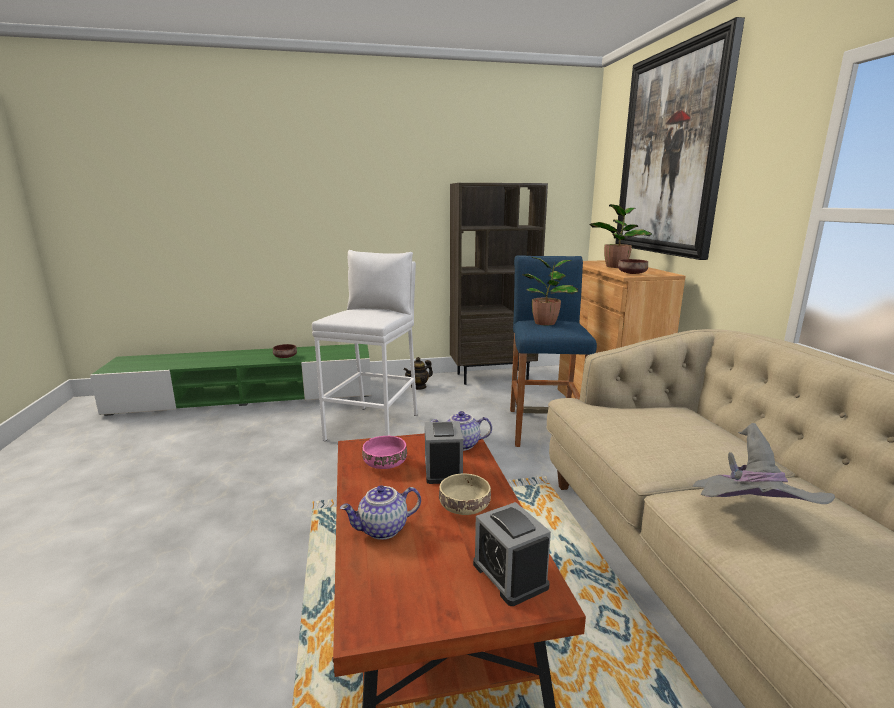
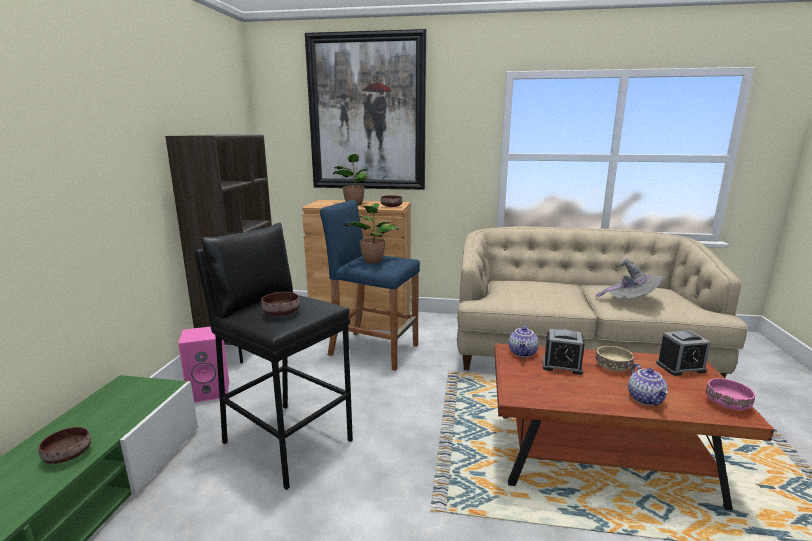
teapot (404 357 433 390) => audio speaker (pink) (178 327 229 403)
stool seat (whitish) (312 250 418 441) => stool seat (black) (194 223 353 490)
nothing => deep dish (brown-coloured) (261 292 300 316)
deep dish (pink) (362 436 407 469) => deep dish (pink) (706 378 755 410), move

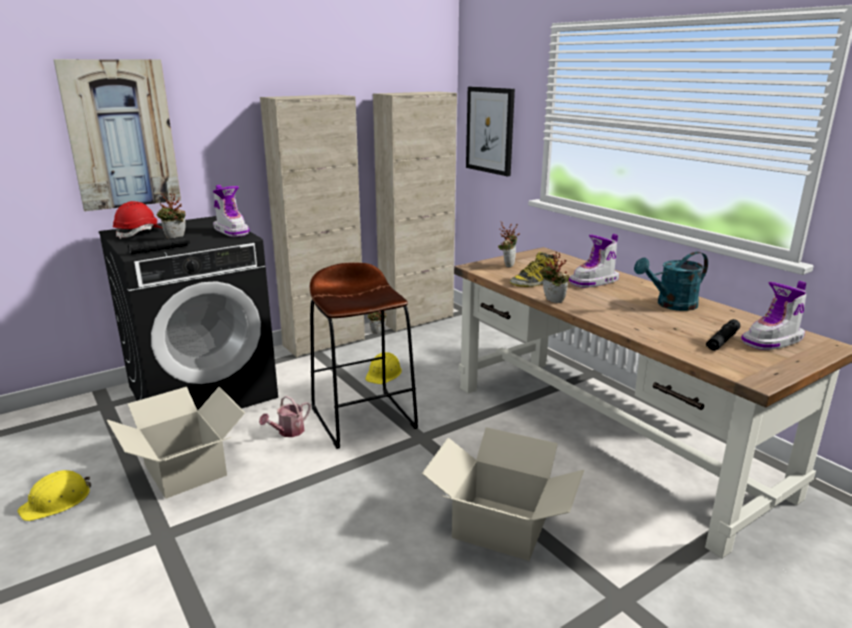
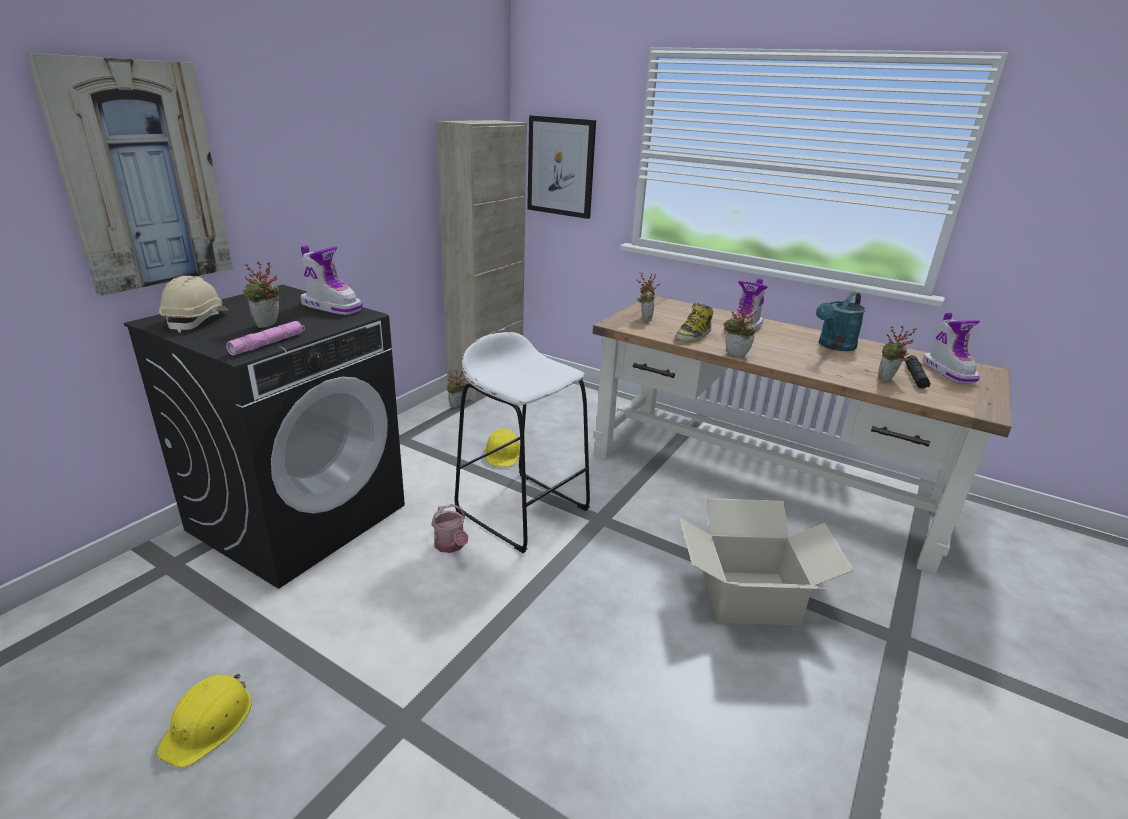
work helmet (reddish) (113 201 163 239) => work helmet (beige) (159 276 228 333)
torch (black) (128 236 190 254) => torch (pink) (226 321 305 356)
sprinkling can (259 396 311 437) => sprinkling can (431 504 469 553), 45 degrees counterclockwise
stool seat (brown-coloured) (310 262 418 449) => stool seat (whitish) (455 332 590 553)
nothing => plant in a pot (878 325 917 381)
tall boot (741 281 806 350) => tall boot (922 313 980 384), 45 degrees counterclockwise
cardboard box (107 387 245 499) => nothing
cupboard (beige) (260 95 365 357) => nothing

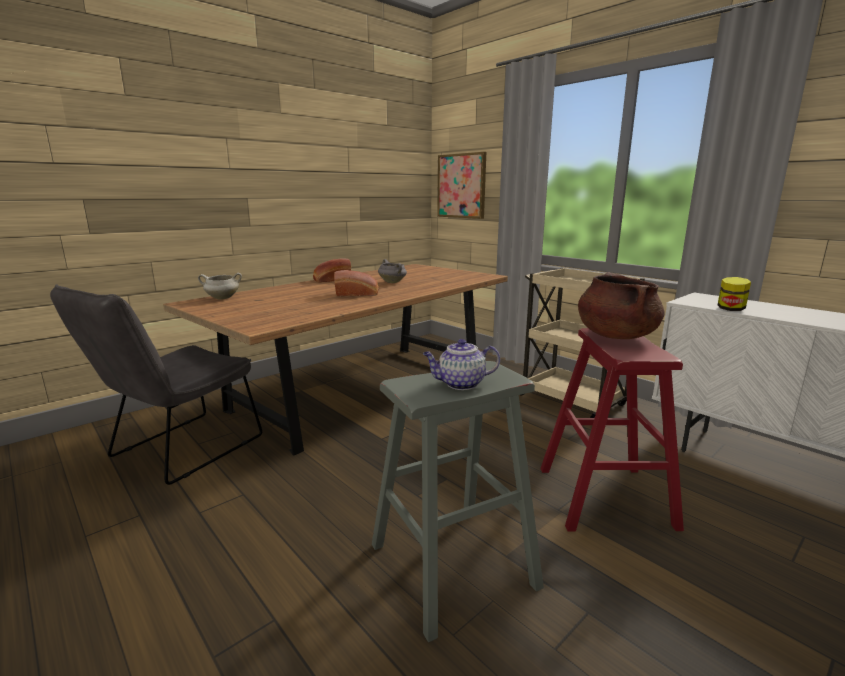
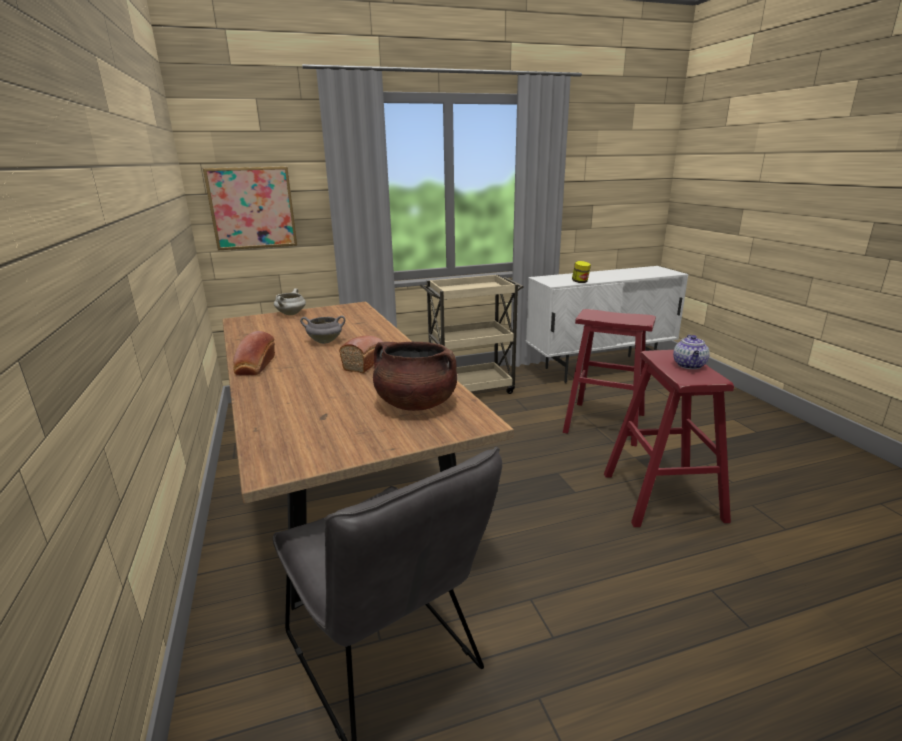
stockpot (whitish) (198 273 242 299) => stockpot (whitish) (274 288 306 315), move
stockpot (brown-coloured) (578 272 665 339) => stockpot (brown-coloured) (373 342 458 411), move
stool seat (grey) (372 361 544 642) => stool seat (reddish) (604 350 734 527)

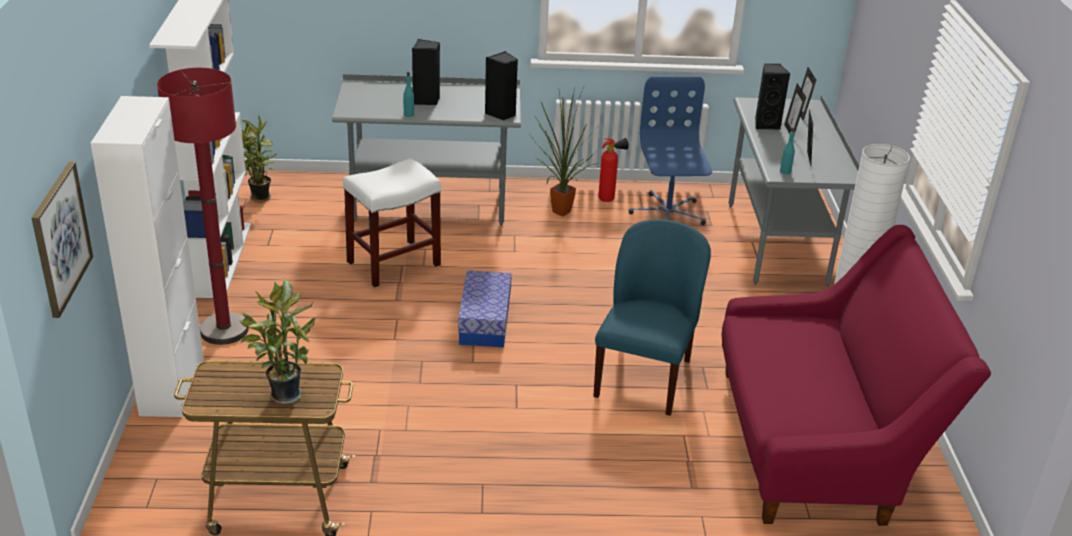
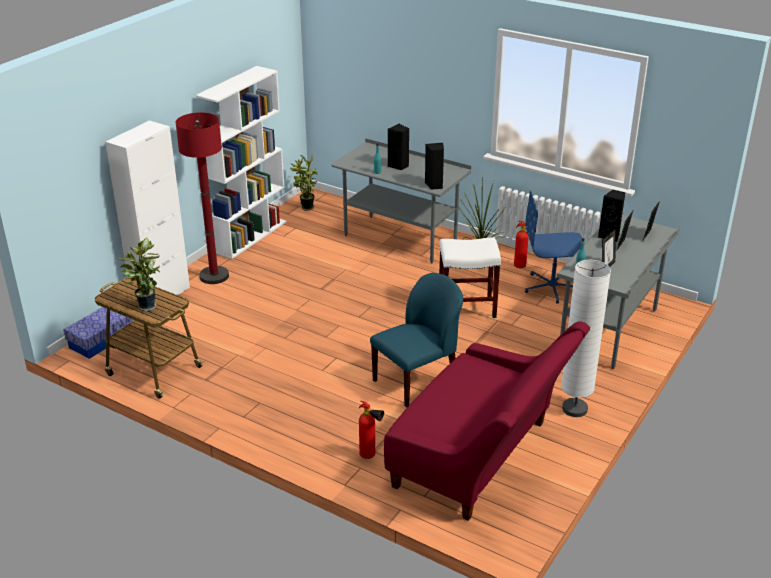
storage box (458 270 512 348) => storage box (64 307 134 359), move
nothing => fire extinguisher (359 401 384 459)
stool seat (whitish) (343 158 441 288) => stool seat (whitish) (439 237 501 318), move
computer chair (blue-coloured) (629 76 712 225) => computer chair (blue-coloured) (525 190 585 303), 120 degrees counterclockwise
wall art (32 161 93 318) => nothing

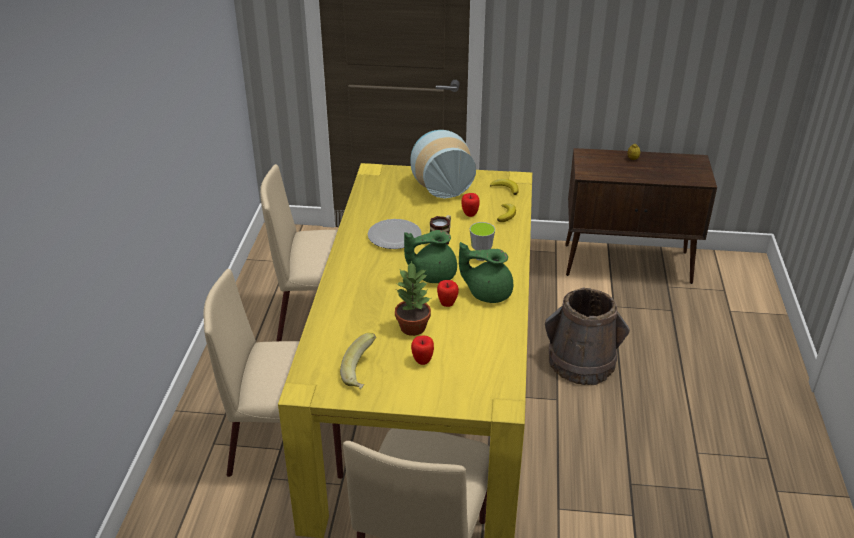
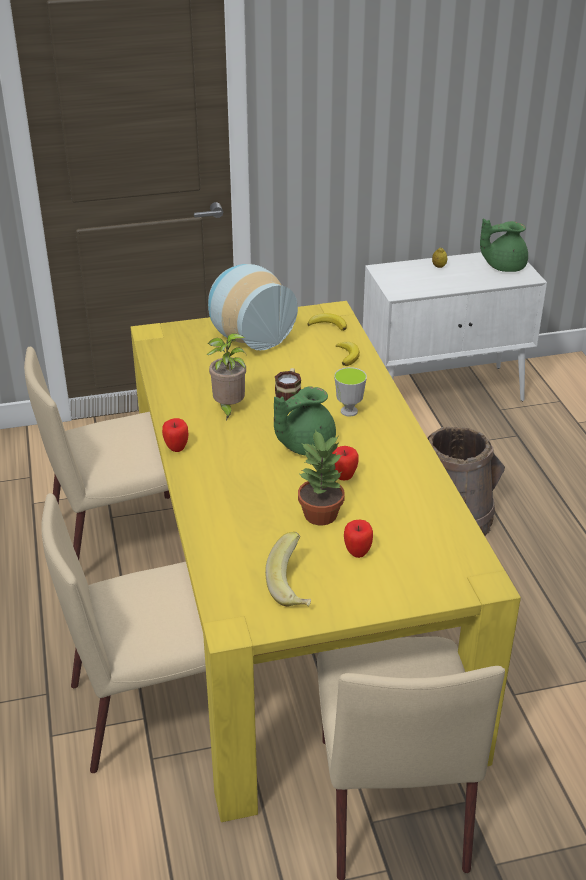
apple (461 193 480 217) => apple (162 418 189 452), move
flat dish (368 219 422 249) => plant in a pot (206 333 247 421)
cupboard (brown-coloured) (565 148 717 284) => cupboard (whitish) (363 252 547 401)
teapot (greenish) (459 242 513 303) => teapot (greenish) (480 219 528 272), move

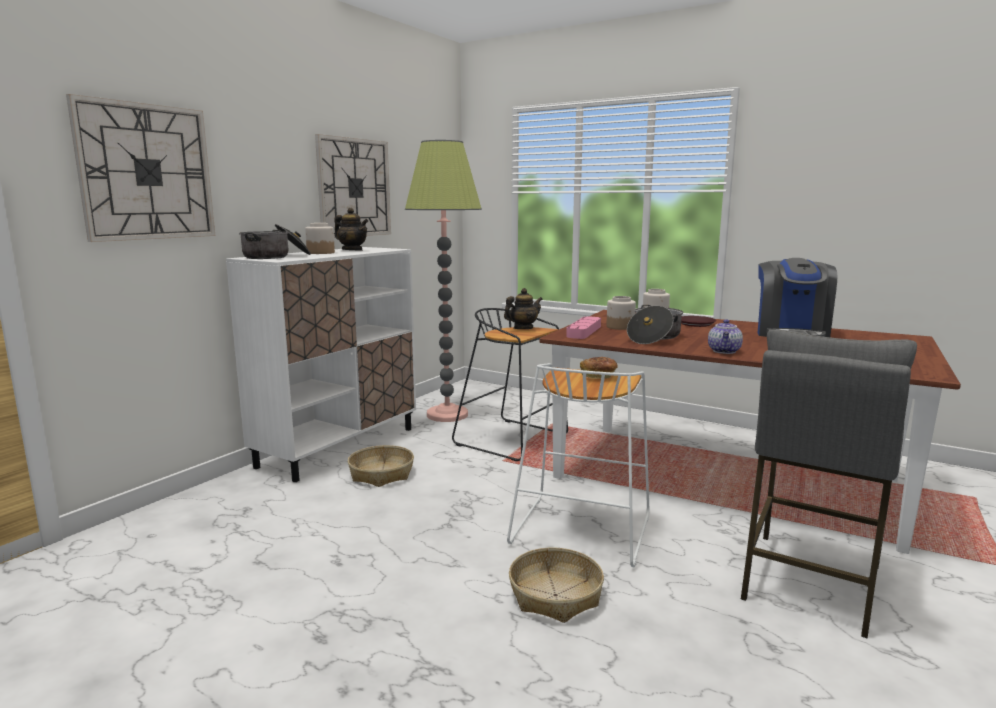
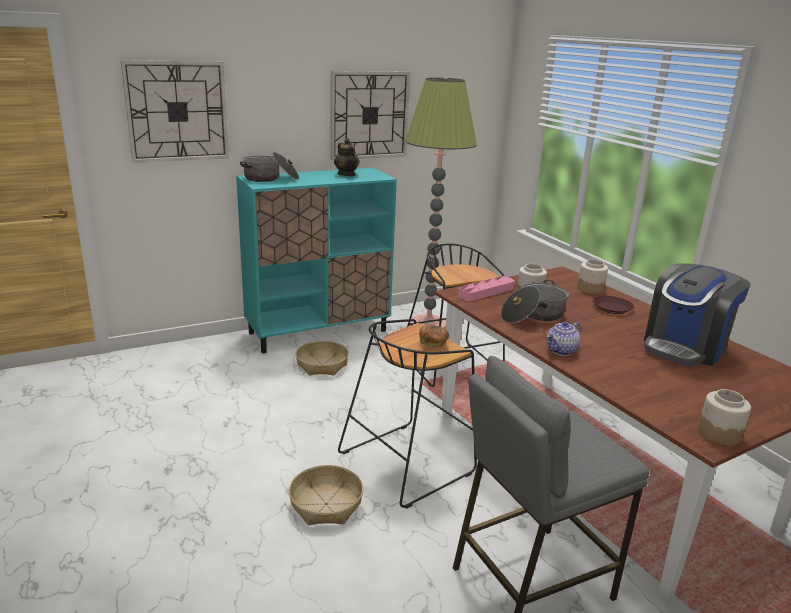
cupboard (whitish) (226 247 416 482) => cupboard (blue-green) (236 168 397 353)
stool seat (whitish) (507 363 649 568) => stool seat (black) (338 319 477 509)
preserve jar (305 223 335 254) => preserve jar (698 389 751 445), move
teapot (504 288 543 329) => nothing

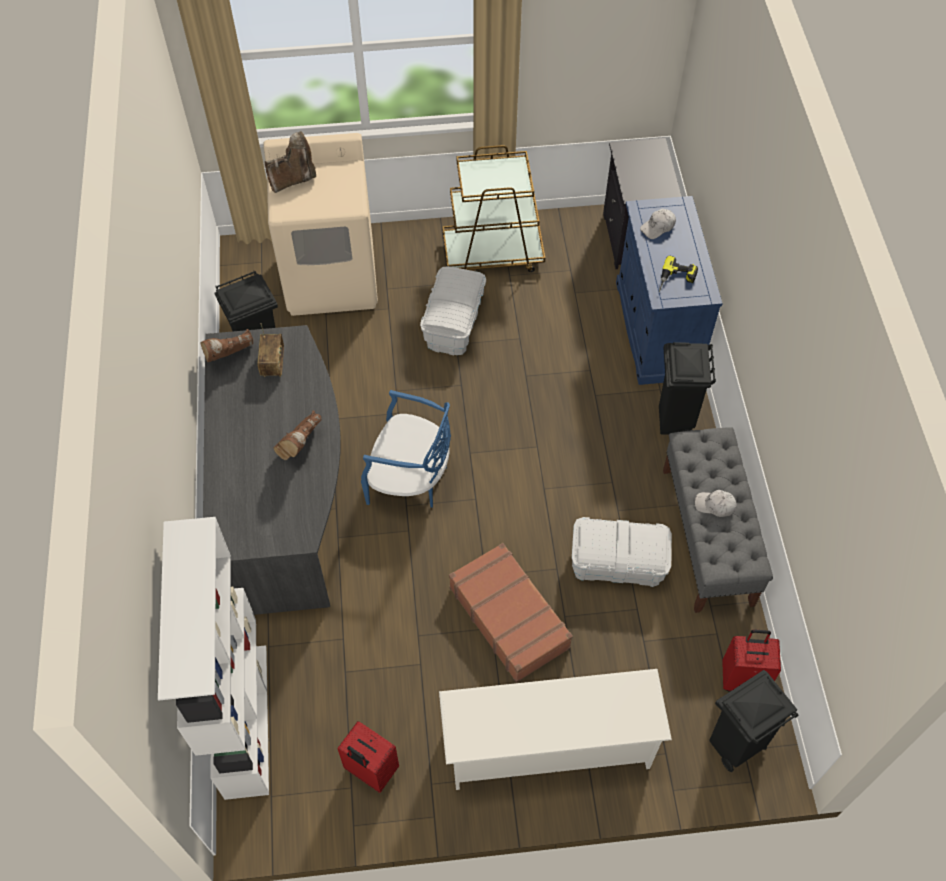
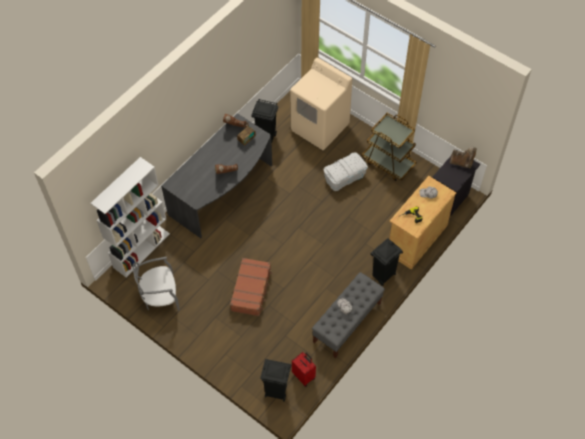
travel case (reddish) (337 721 399 793) => plain chair (grey) (133 257 180 311)
cupboard (blue-coloured) (616 196 723 385) => cupboard (beige) (389 176 456 269)
tall boot (brown-coloured) (265 131 316 193) => tall boot (brown-coloured) (450 147 476 168), move
plain chair (blue-coloured) (361 390 451 508) => nothing
shoe rack (whitish) (439 669 672 790) => nothing
storage box (whitish) (572 517 672 587) => nothing

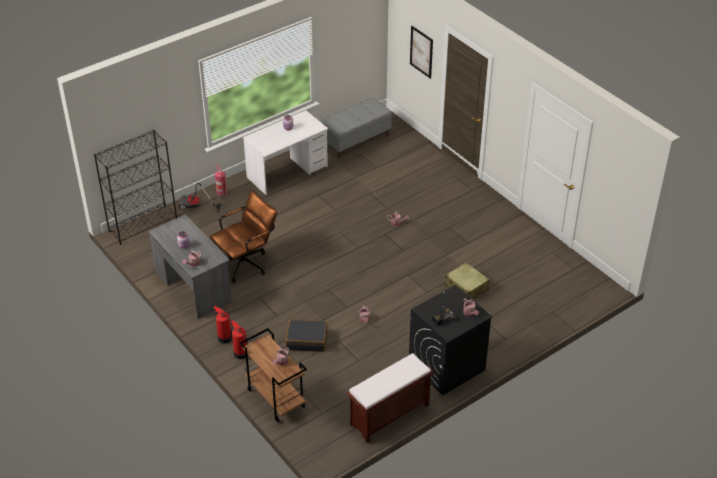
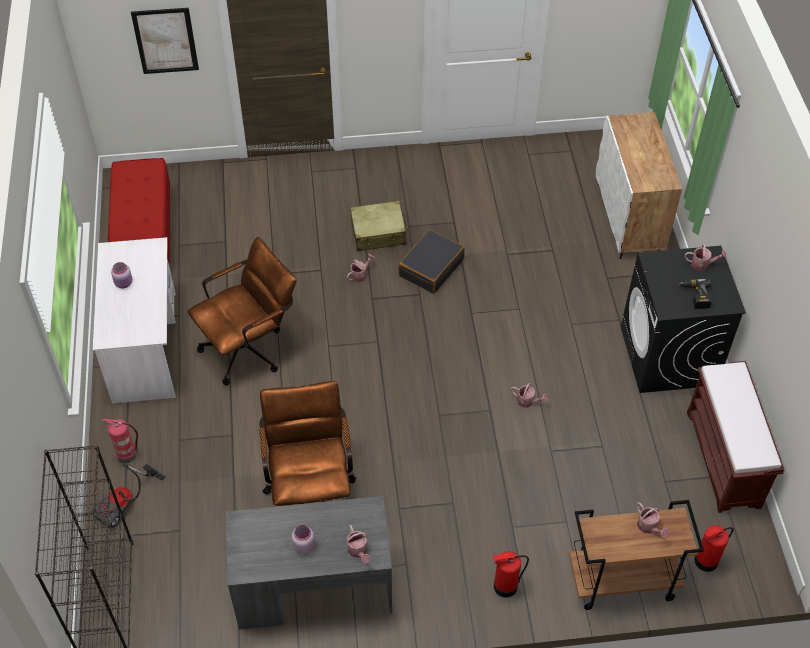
indoor bench (grey) (320 97 392 159) => indoor bench (reddish) (108 158 170 263)
nothing => computer chair (brown-coloured) (187 237 296 386)
travel case (beige) (445 263 490 299) => travel case (beige) (350 201 408 251), move
travel case (black) (286 320 328 352) => travel case (black) (399 230 465 294), move
nothing => cupboard (whitish) (596 112 682 259)
fire extinguisher (213 306 233 344) => fire extinguisher (694 525 734 572), move

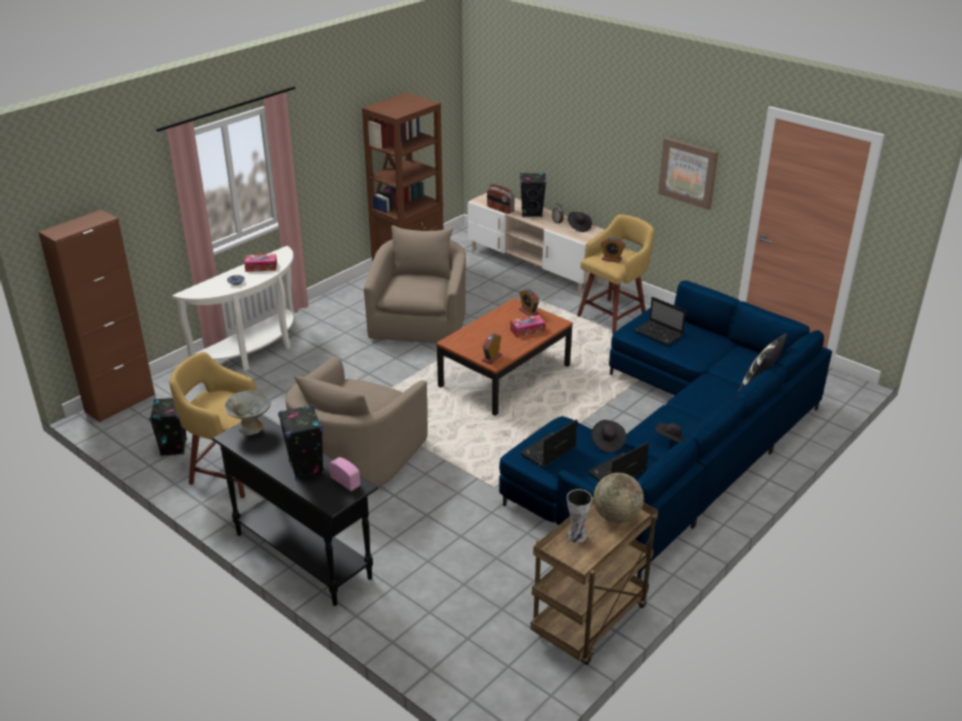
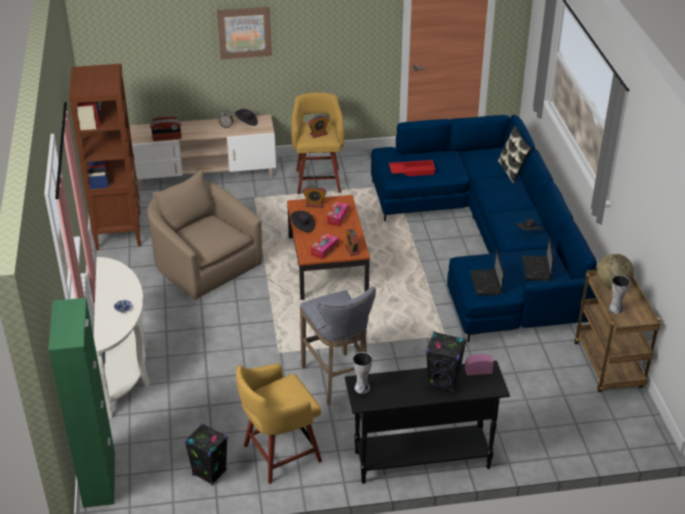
cupboard (brown-coloured) (38 210 155 422) => cupboard (greenish) (48 298 115 508)
wall art (658 137 718 210) => wall art (217 7 272 59), move
clothing hat (black) (591 420 626 453) => clothing hat (black) (291 211 315 232), move
easy chair (beige) (286 357 427 487) => stool seat (grey) (300 287 376 405)
tissue holder (244 254 277 272) => tissue holder (310 233 339 260), move
deep dish (grey) (225 390 271 435) => decorative vase (353 352 373 394)
portable computer (634 297 686 345) => carrying tray (reddish) (389 160 436 176)
audio speaker (black) (520 173 546 217) => nothing

